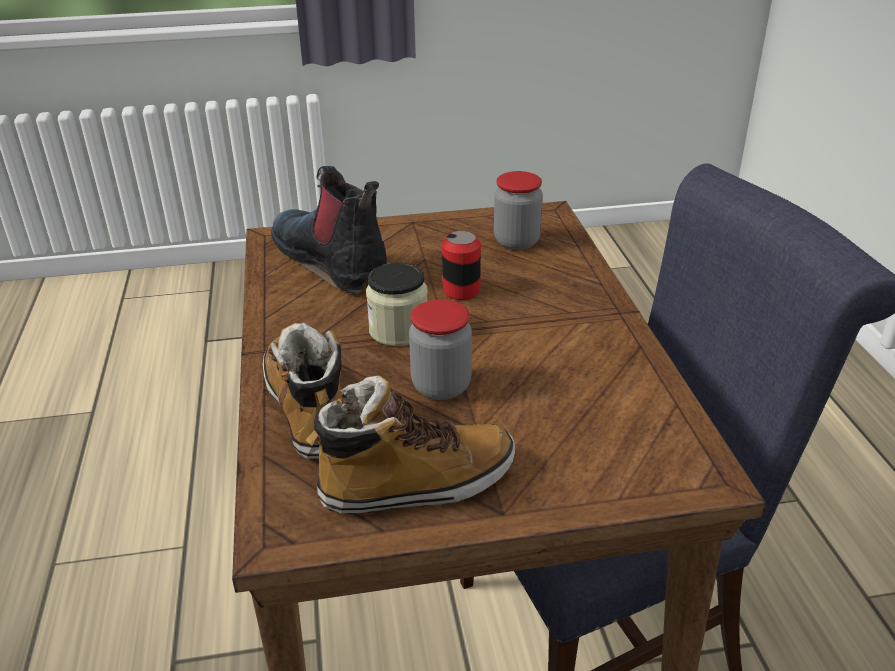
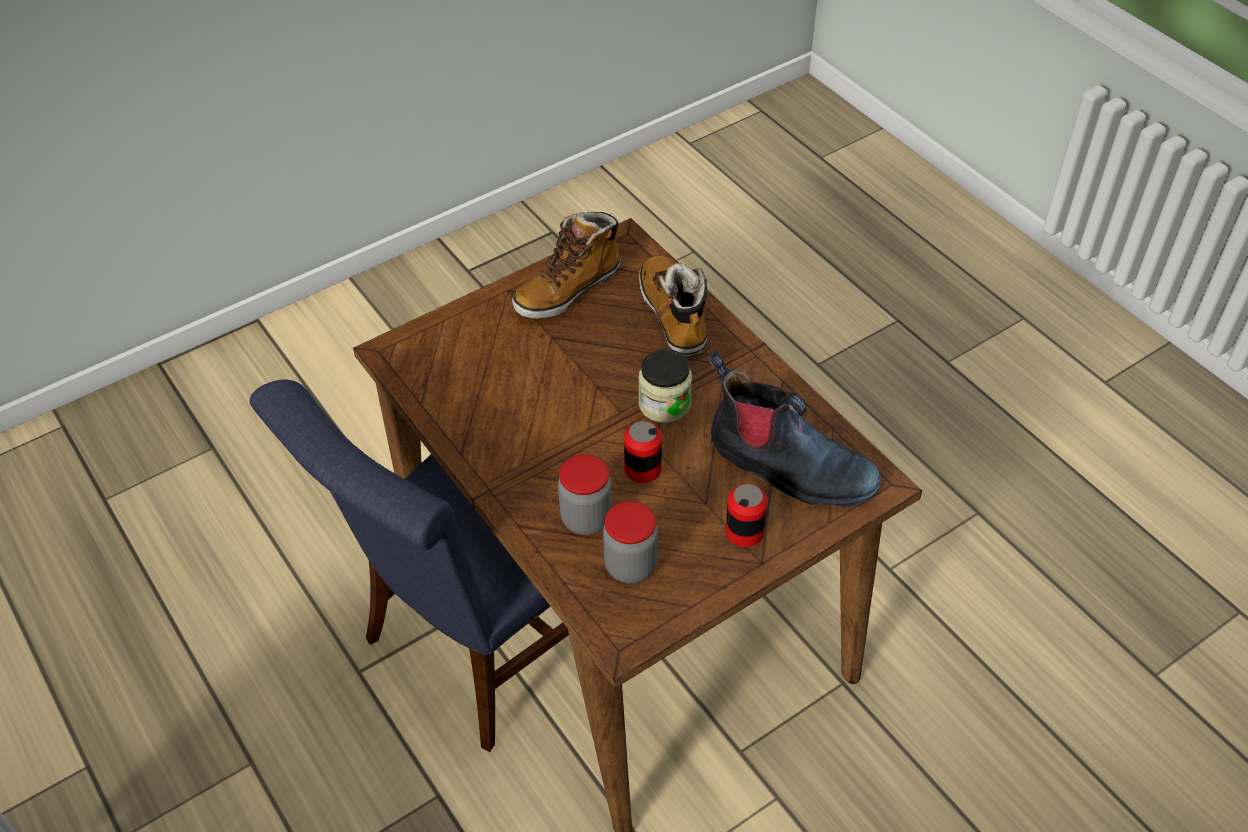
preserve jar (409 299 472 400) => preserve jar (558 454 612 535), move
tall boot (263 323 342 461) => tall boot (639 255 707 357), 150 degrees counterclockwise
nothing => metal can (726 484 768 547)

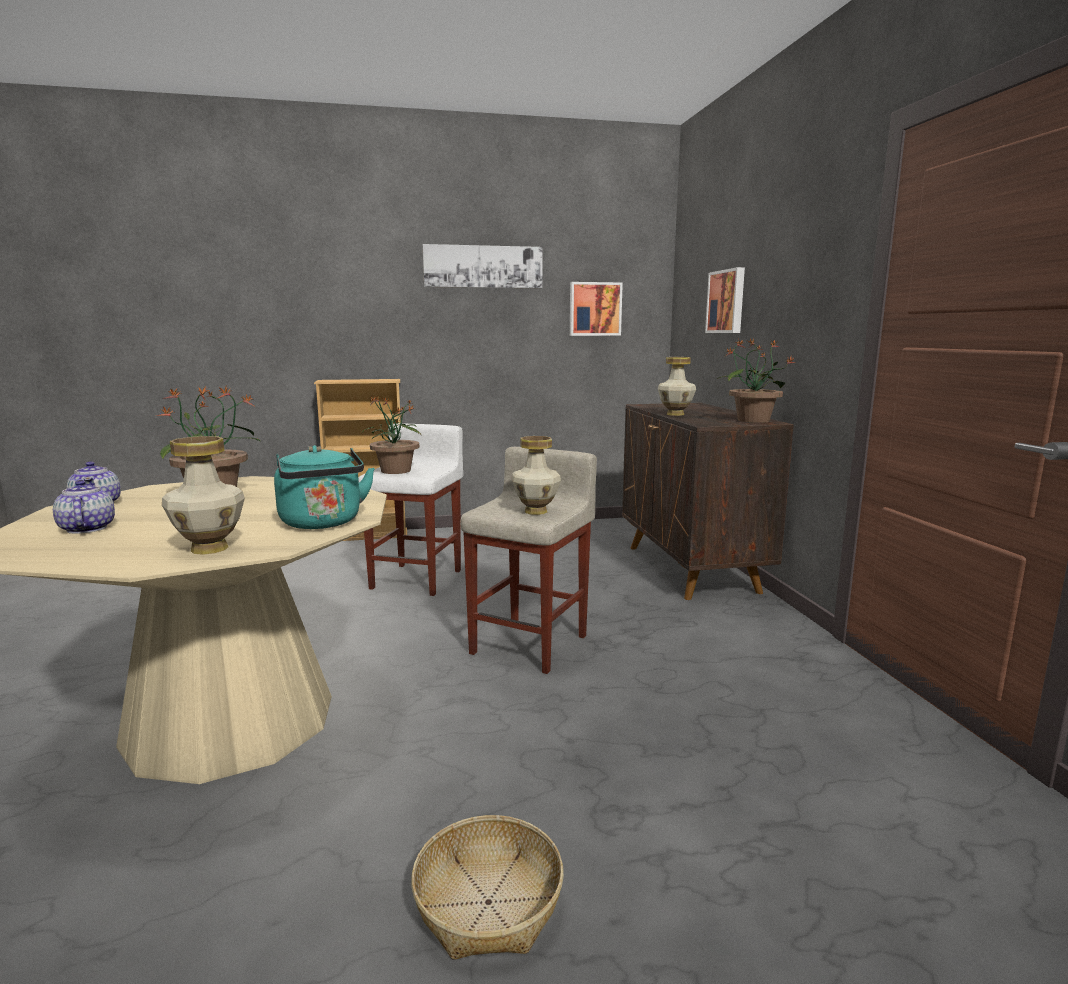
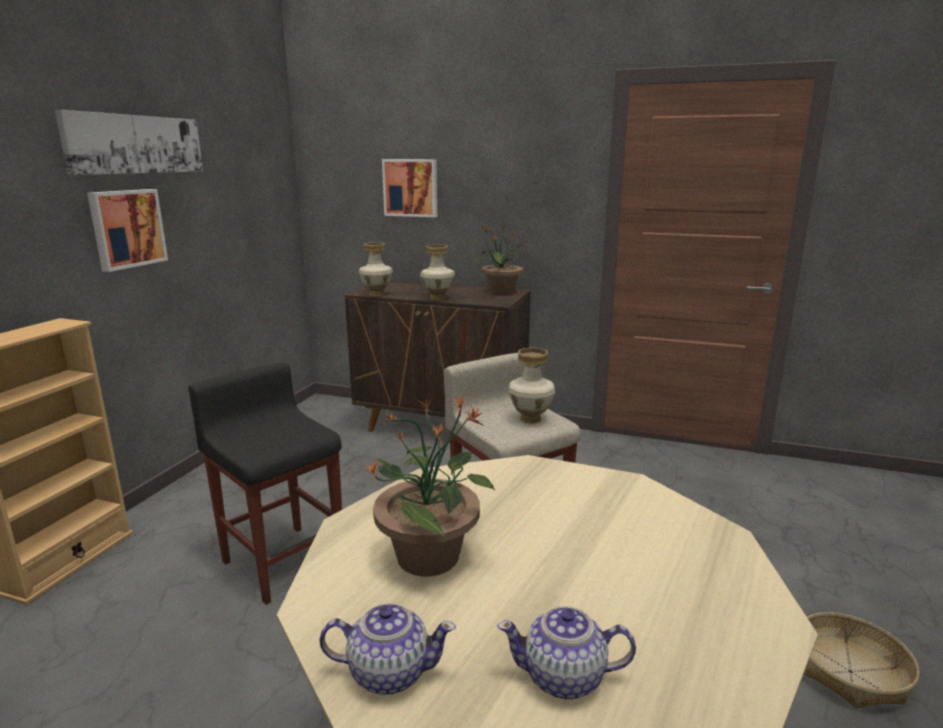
wall art (570 282 623 336) => wall art (87 189 168 272), move
stool seat (whitish) (358 424 463 596) => stool seat (black) (188 362 342 605)
decorative vase (162 436 245 555) => decorative vase (359 242 393 296), move
tea kettle (blue-green) (274 445 375 529) => nothing
plant in a pot (362 396 421 474) => nothing

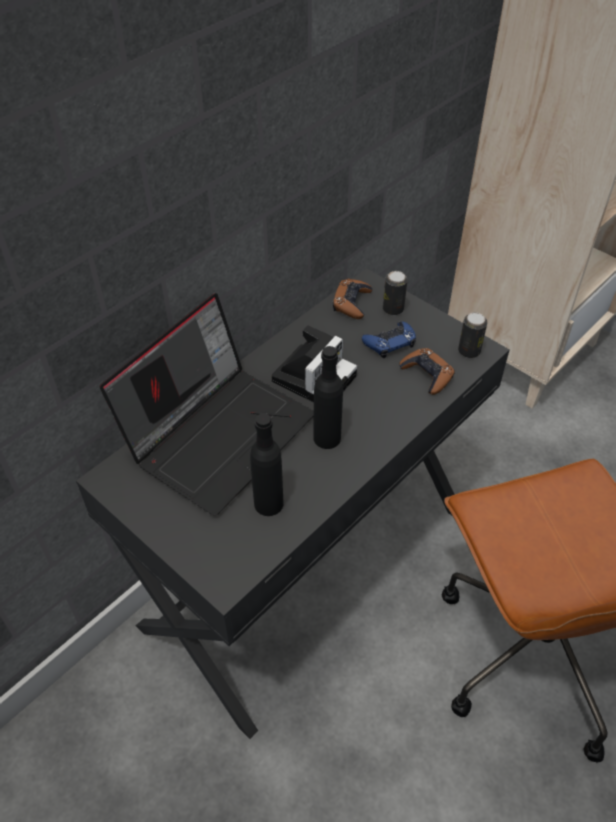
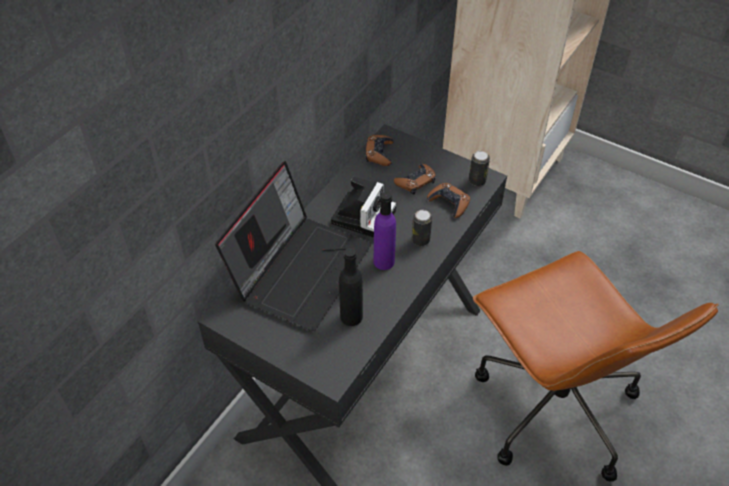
beverage bottle (black) (313 346 343 449) => beverage bottle (purple-coloured) (374 192 396 270)
game controller (blue-coloured) (362 321 416 358) => game controller (brown-coloured) (394 164 436 195)
metal can (383 271 408 315) => metal can (412 210 432 246), move

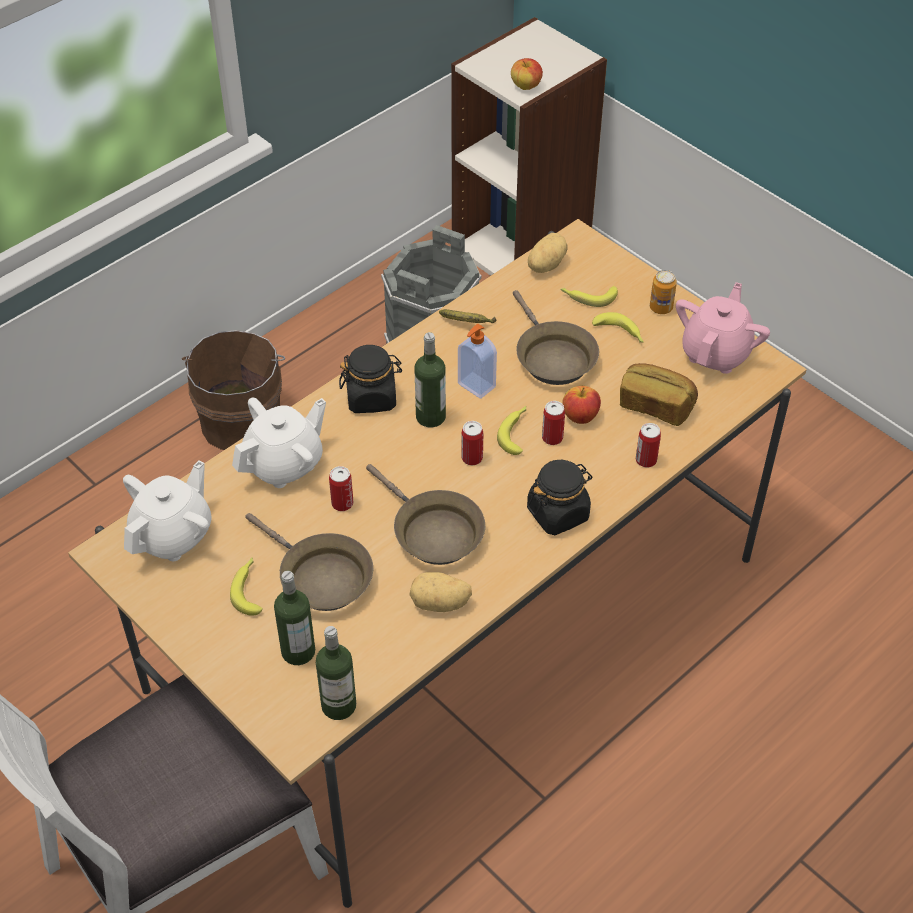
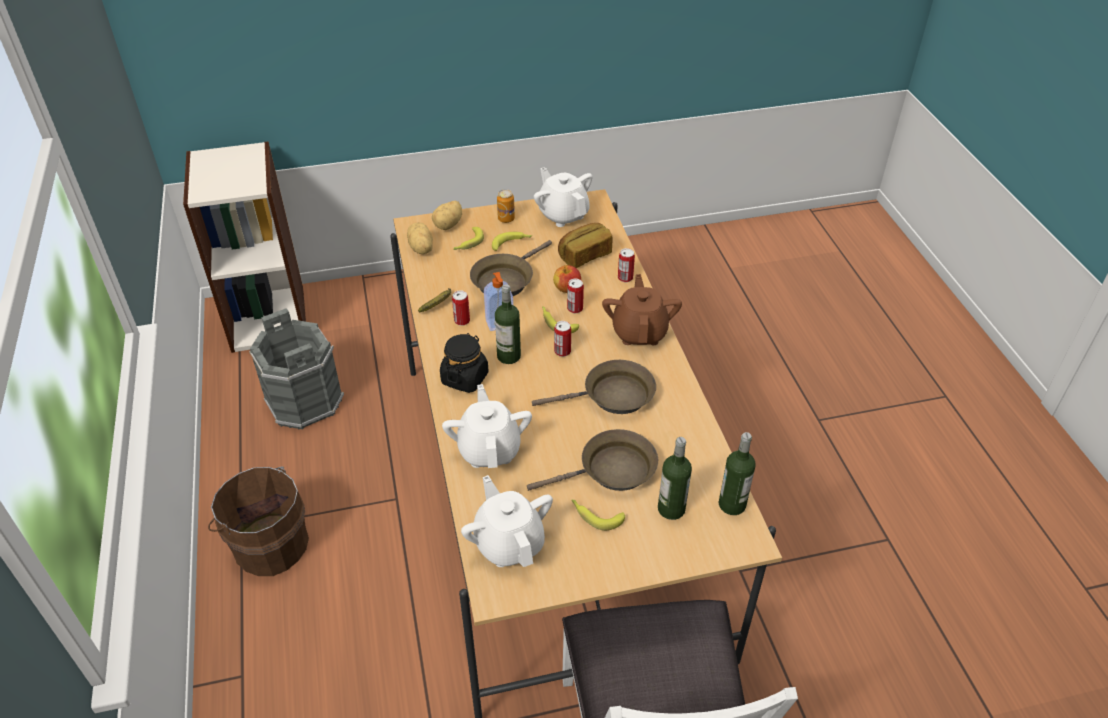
spud (410 572 472 612) => spud (432 201 462 230), move
metal can (329 466 353 511) => metal can (452 290 470 326), move
pan (brown-coloured) (513 290 599 385) => pan (brown-coloured) (470 240 552 296), 120 degrees clockwise
teapot (pink) (676 282 770 374) => teapot (whitish) (534 167 592 227)
preserve jar (black) (527 460 593 535) => teapot (brown-coloured) (602 274 682 345)
apple (511 58 543 90) => nothing

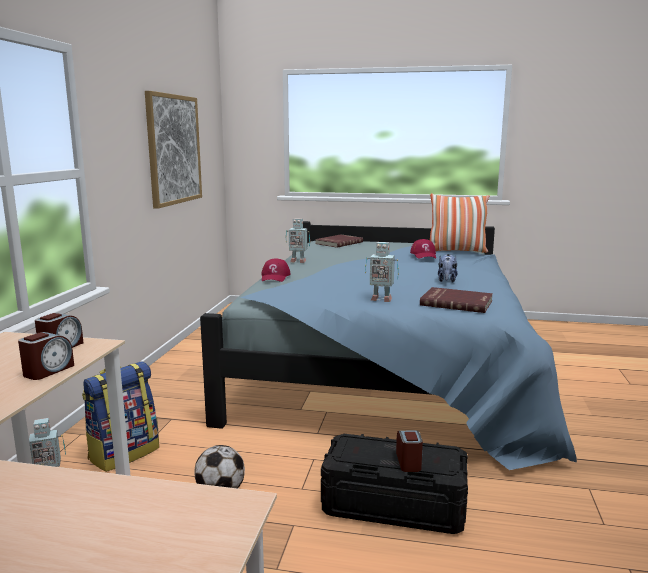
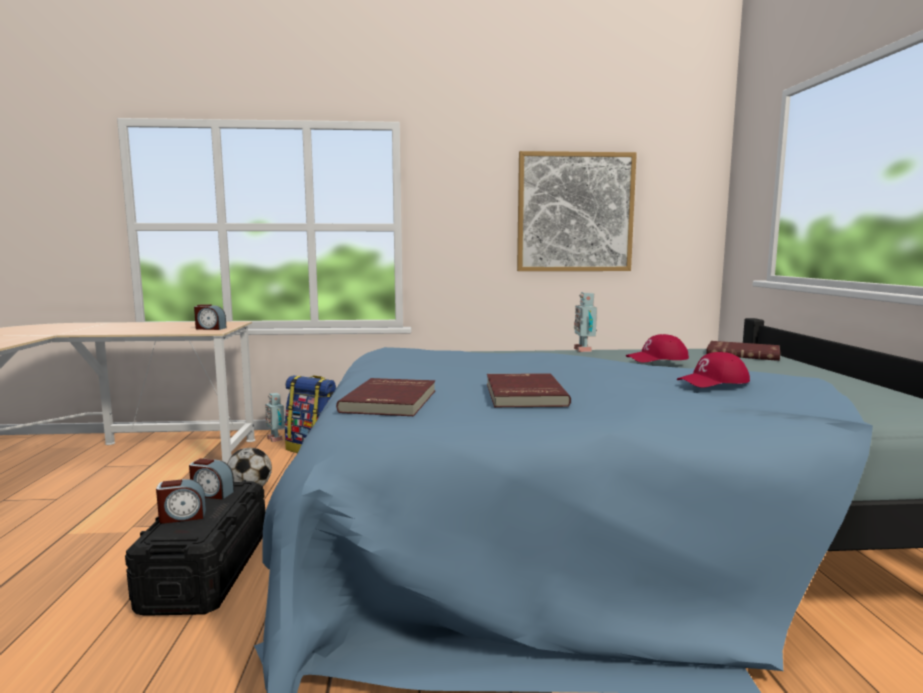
table clock (18 332 74 380) => table clock (189 459 235 500), move
plush toy (438 254 457 283) => book (reddish) (487 373 571 407)
cap (reddish) (261 258 290 282) => cap (reddish) (626 334 689 362), move
model robot (365 242 399 302) => nothing
pillow (430 193 489 253) => nothing

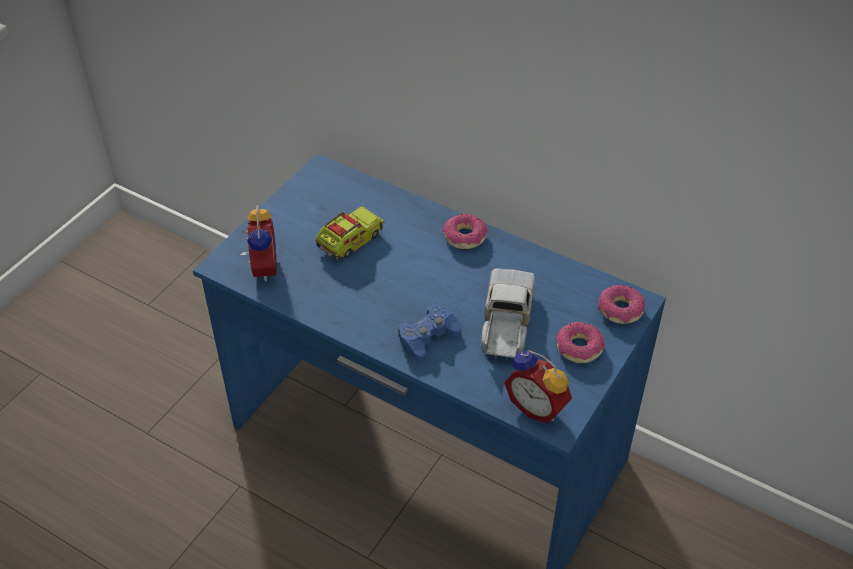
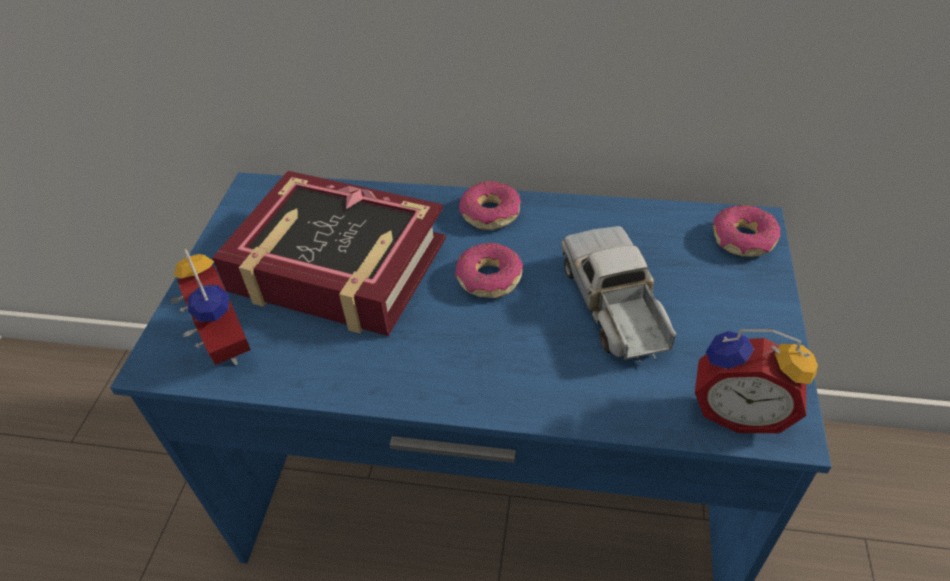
model truck (315 206 384 260) => book (212 171 446 336)
doughnut (555 322 605 364) => doughnut (455 243 523 298), move
game controller (blue-coloured) (398 304 462 363) => nothing

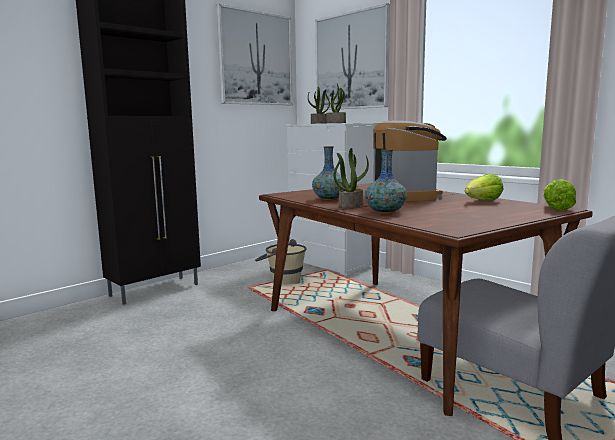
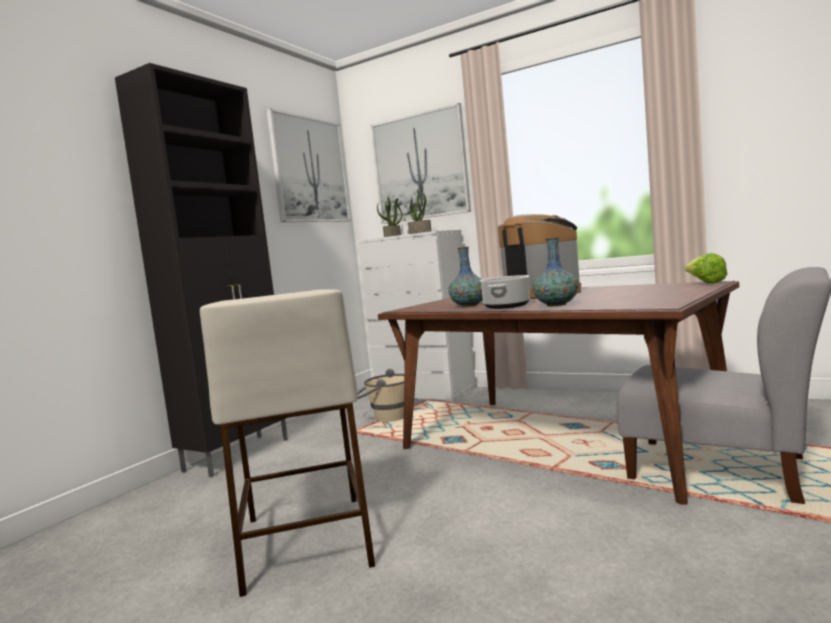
nothing => stool seat (beige) (200 289 375 597)
plant in a pot (333 148 369 208) => stockpot (480 275 530 309)
lettuce (465 173 504 201) => nothing

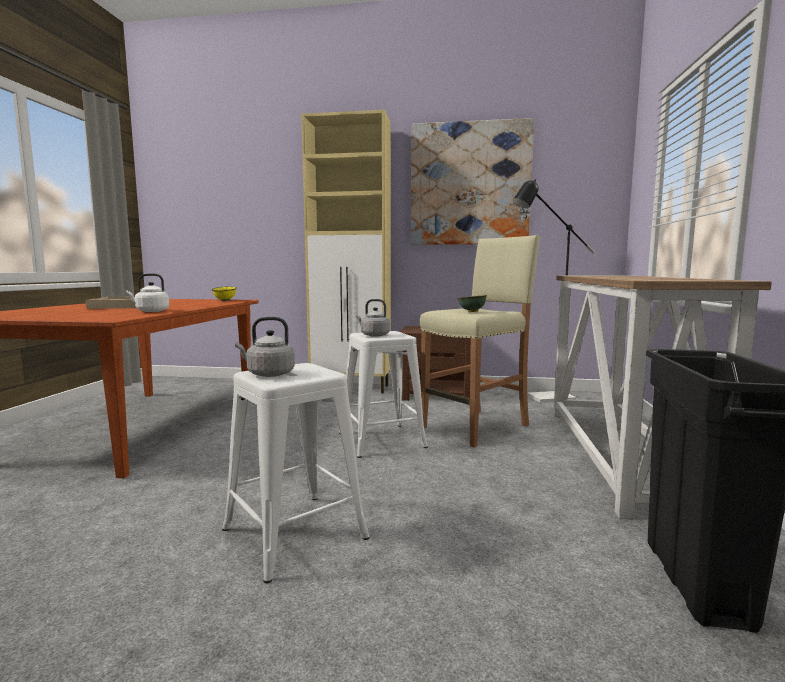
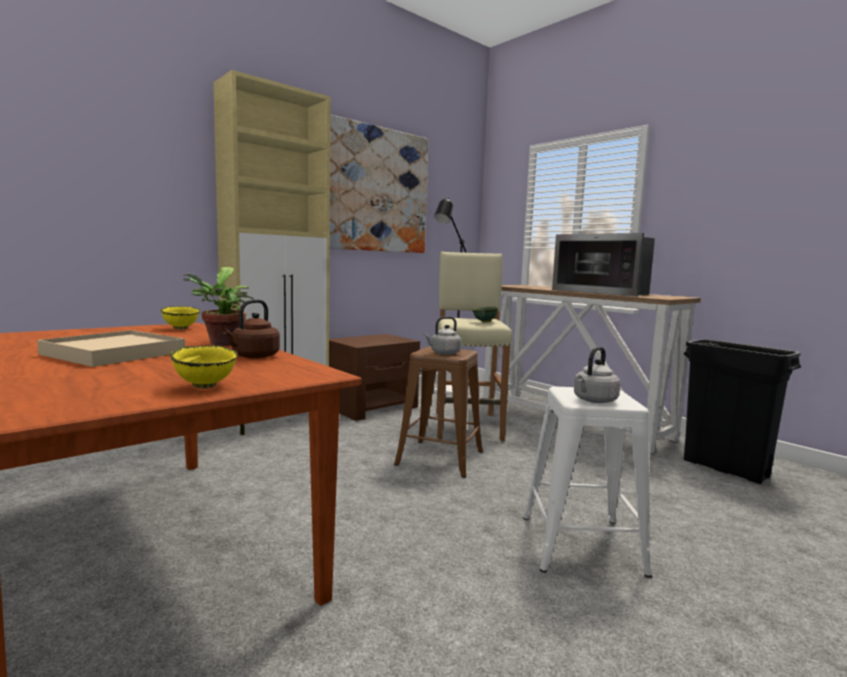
nothing => deep dish (yellow-coloured) (170 345 238 388)
nothing => plant in a pot (182 267 254 346)
tea kettle (whitish) (126 273 169 312) => tea kettle (brown-coloured) (222 299 280 359)
stool seat (whitish) (339 331 428 458) => stool seat (brown-coloured) (394 347 483 478)
nothing => microwave oven (552 233 655 296)

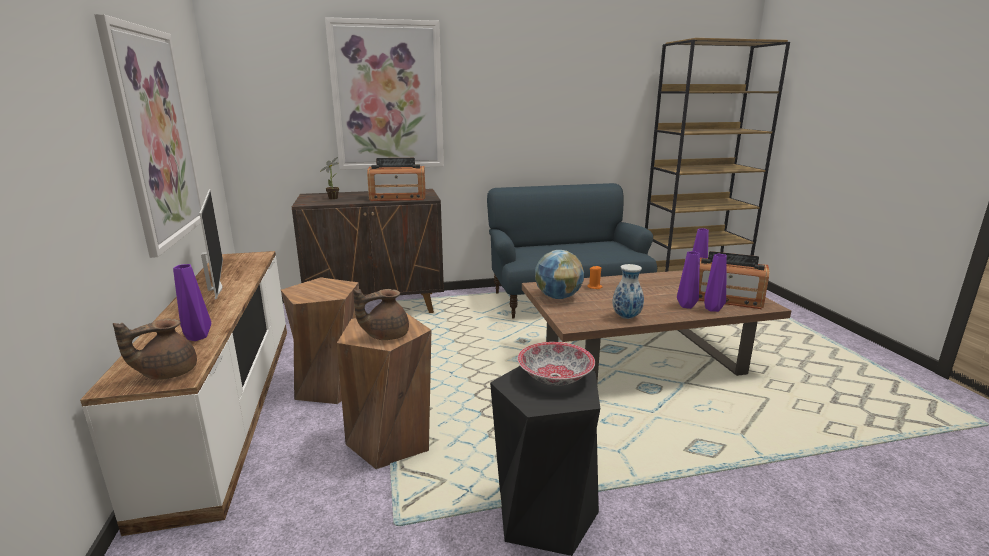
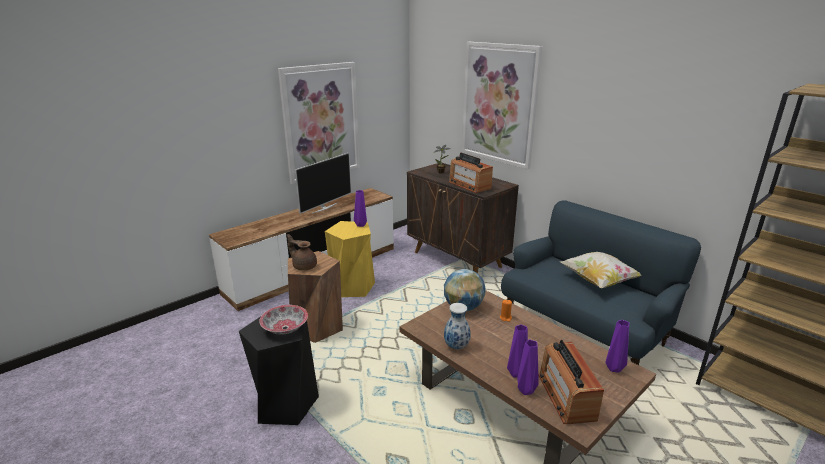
stool seat (brown-coloured) (281 277 359 404) => stool seat (yellow-coloured) (325 221 375 297)
decorative vase (purple-coloured) (173 264 211 341) => decorative vase (purple-coloured) (354 190 367 227), move
nothing => pillow (560 252 641 288)
teapot (brown-coloured) (113 319 197 380) => nothing

